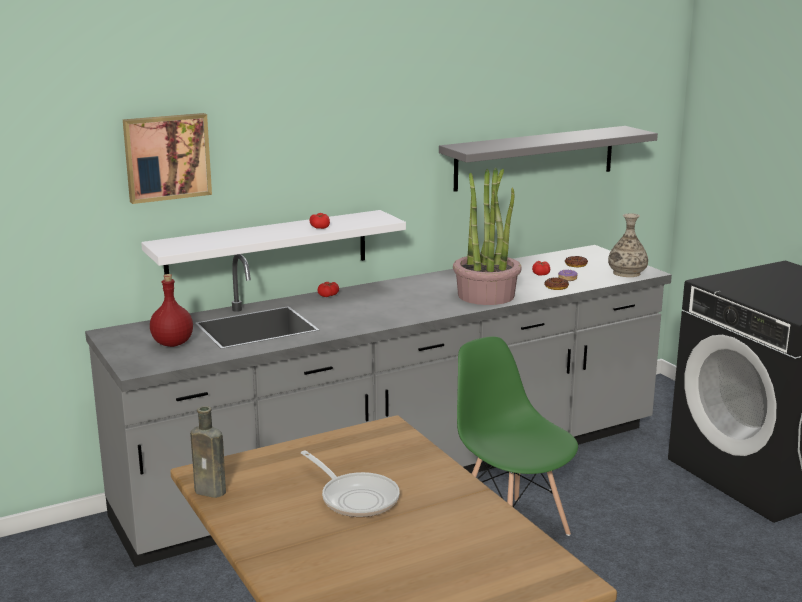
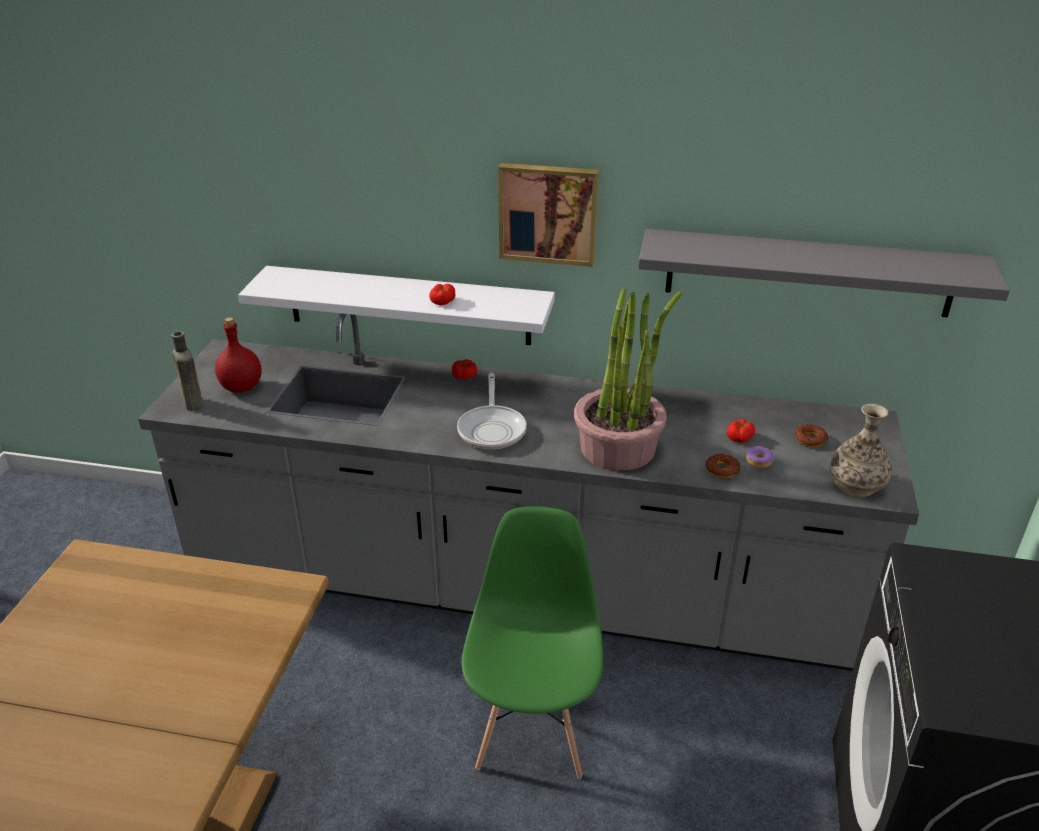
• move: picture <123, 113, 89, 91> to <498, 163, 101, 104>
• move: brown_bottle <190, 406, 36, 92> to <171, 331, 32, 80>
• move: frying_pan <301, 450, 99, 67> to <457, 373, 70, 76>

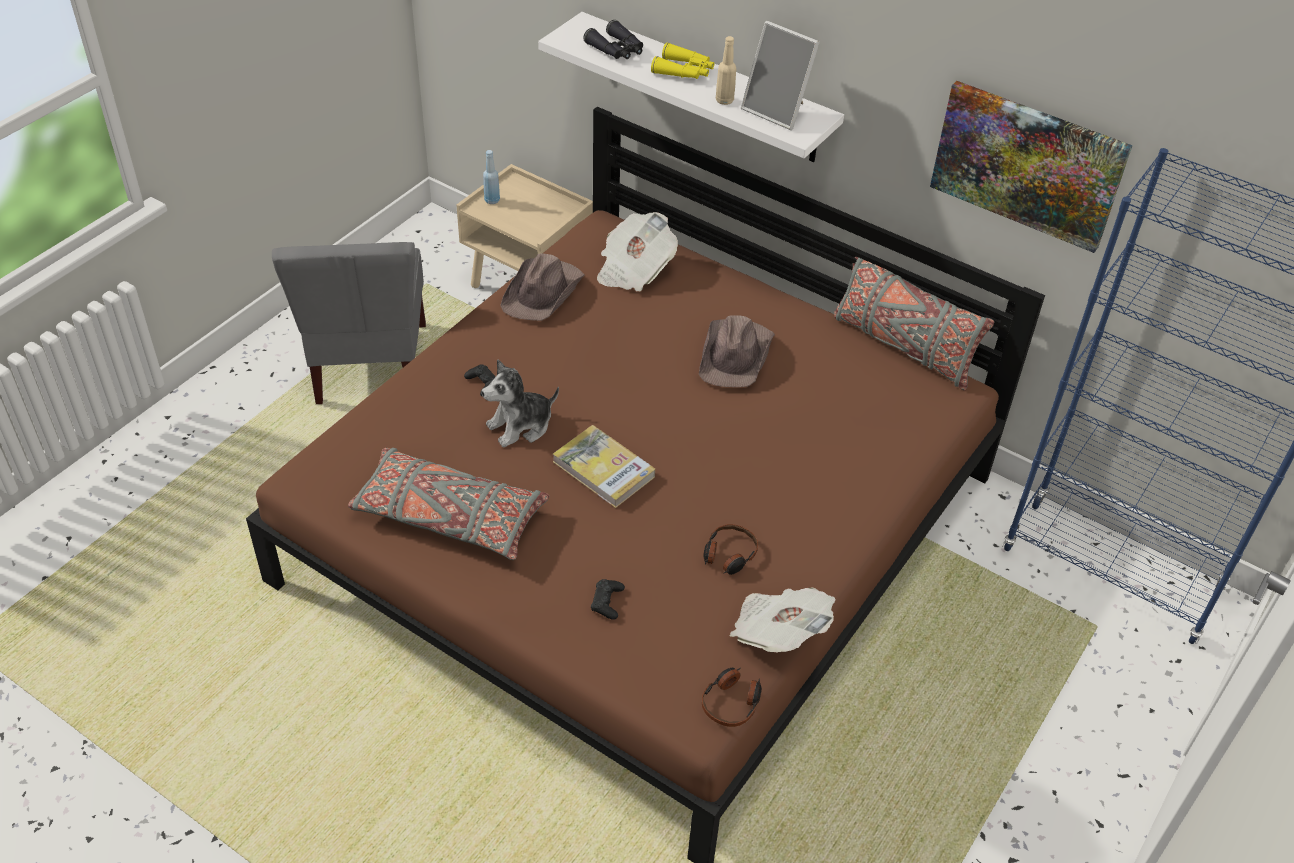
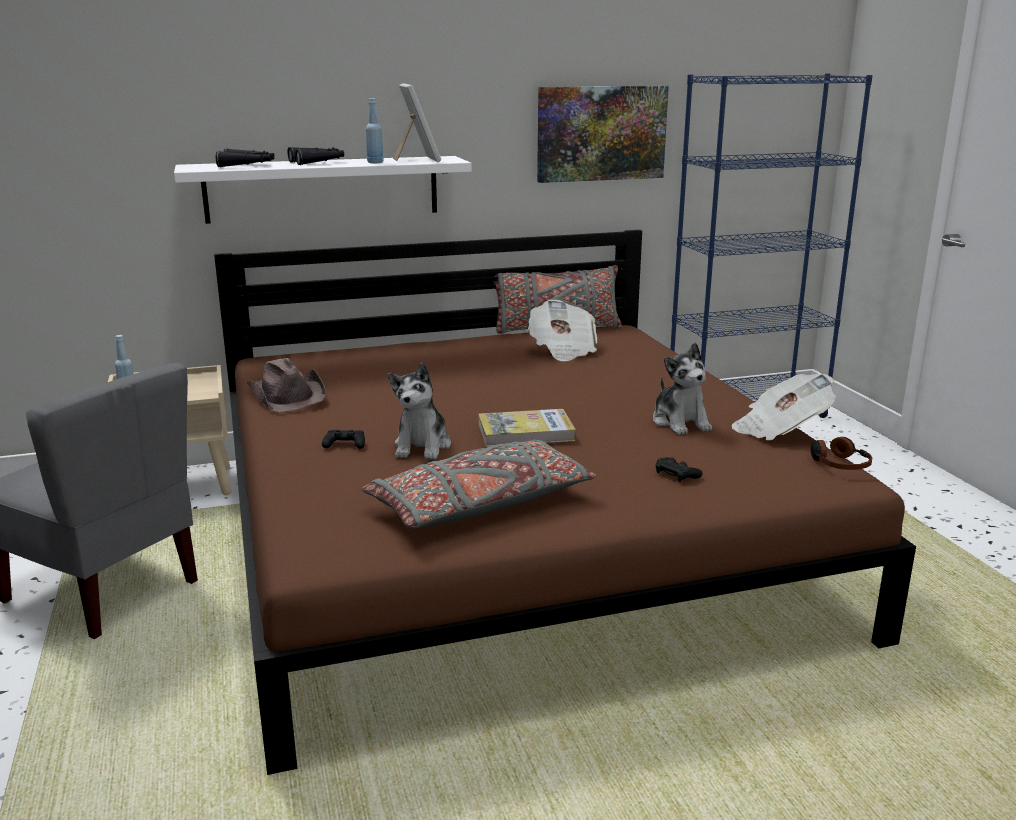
• rotate: picture_frame <741, 21, 79, 109> = <393, 83, 48, 79> 90 degrees counterclockwise
• recolor: beige_bottle <716, 36, 20, 69> to blue_bottle <366, 98, 18, 65>
• recolor: yellow_binoculars <651, 43, 63, 36> to black_binoculars <287, 147, 57, 18>
• move: newspaper <597, 212, 81, 80> to <528, 300, 69, 61>
• delete: brown_hat <699, 315, 76, 72>
• replace: headphones <703, 524, 55, 51> to plush_toy <653, 343, 59, 92>

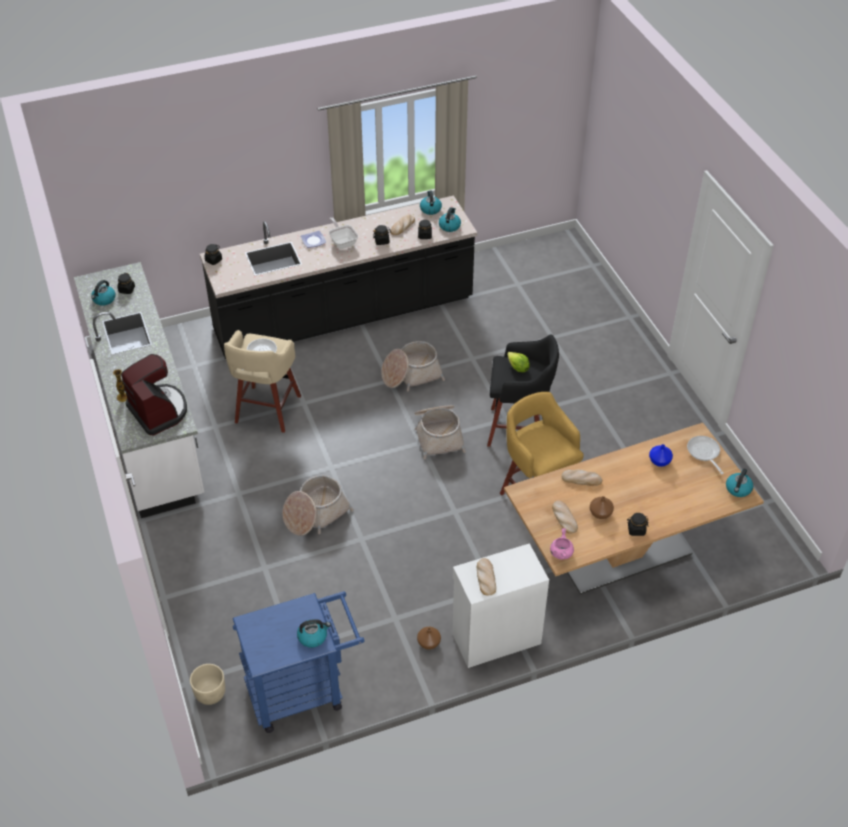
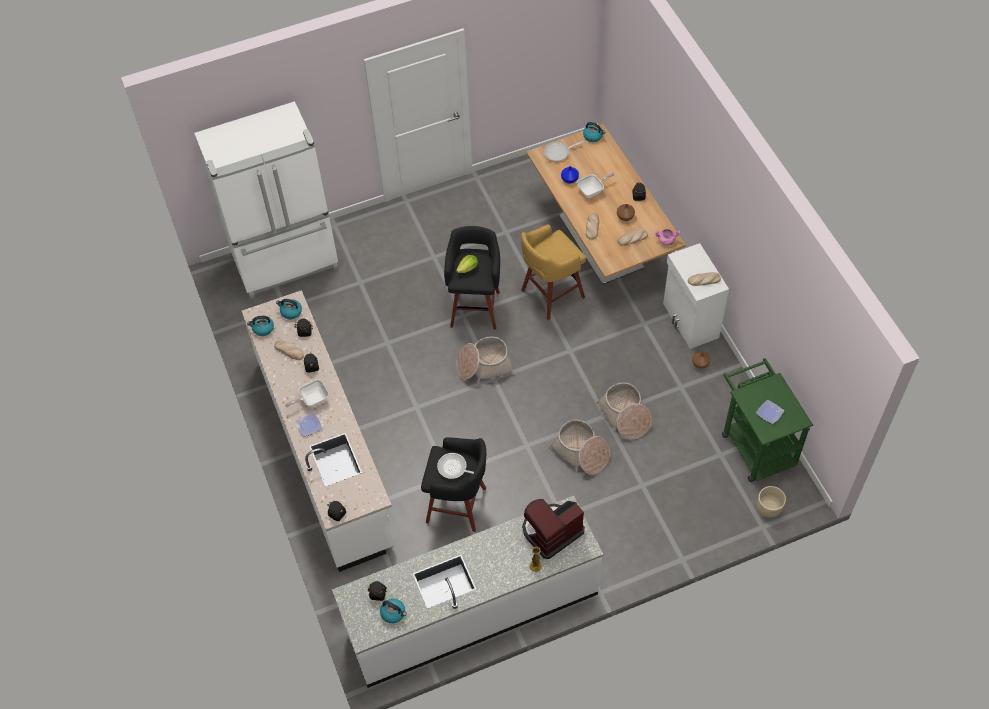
• recolor: black_counter <200, 196, 277, 163> to white_counter <242, 290, 153, 282>
• recolor: beige_stool <224, 330, 77, 103> to black_stool <421, 437, 65, 95>
• move: basket <381, 341, 64, 50> to <596, 382, 55, 58>
• recolor: blue_cart <233, 591, 132, 142> to green_cart <722, 358, 91, 124>
• delete: kettle <297, 619, 34, 29>
• insert: white_fridge <194, 101, 145, 198>
• insert: frying_pan <577, 173, 37, 25>
• insert: plate <756, 400, 28, 24>

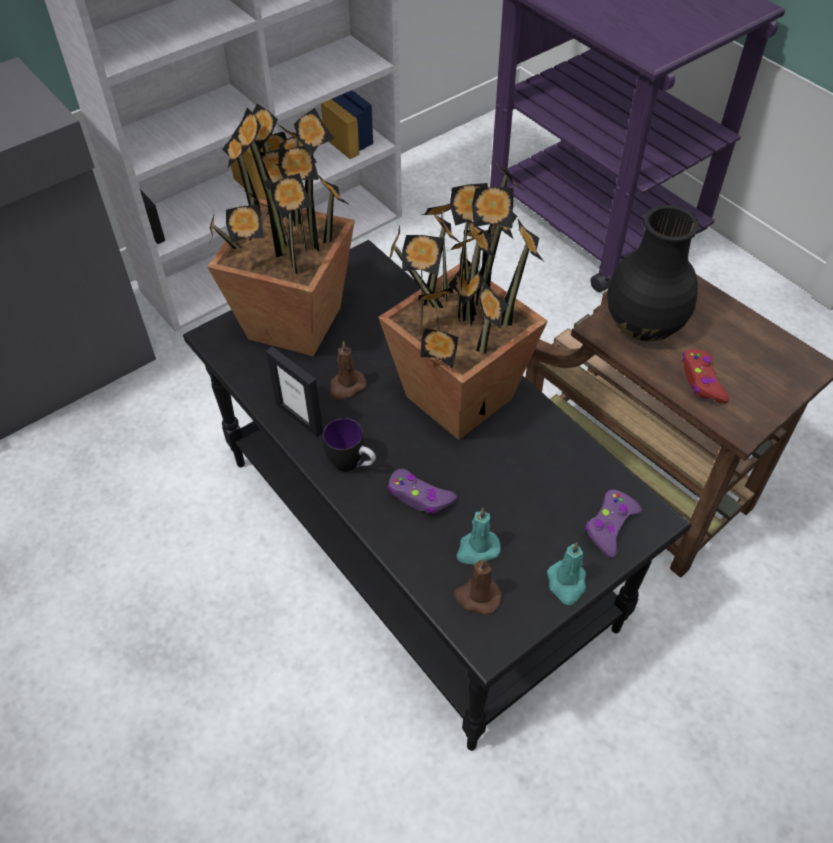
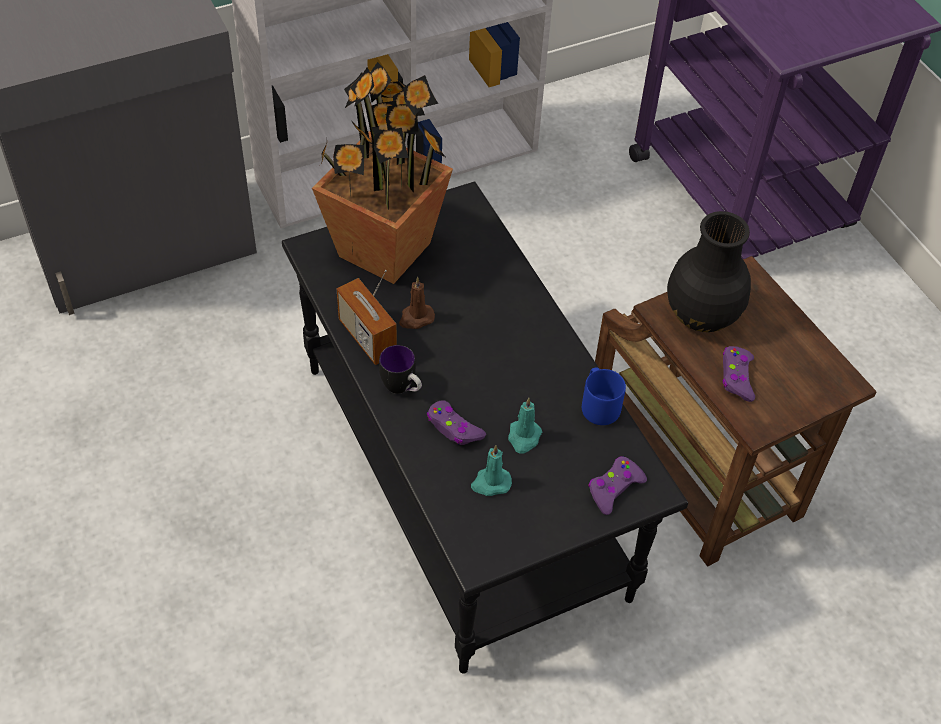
• delete: potted_plant <378, 157, 170, 283>
• replace: picture_frame <266, 346, 57, 91> to radio <336, 270, 61, 95>
• recolor: red_game_controller <682, 349, 47, 55> to purple_game_controller <723, 346, 32, 56>
• move: turquoise_candle <547, 542, 39, 63> to <508, 398, 34, 56>
• delete: brown_candle <454, 558, 48, 57>
• insert: blue_mug <582, 368, 44, 57>

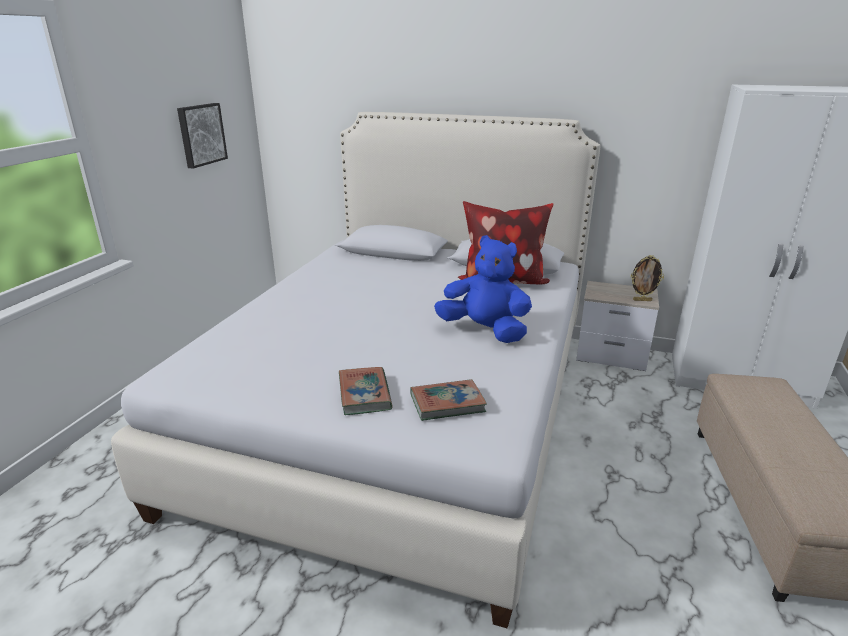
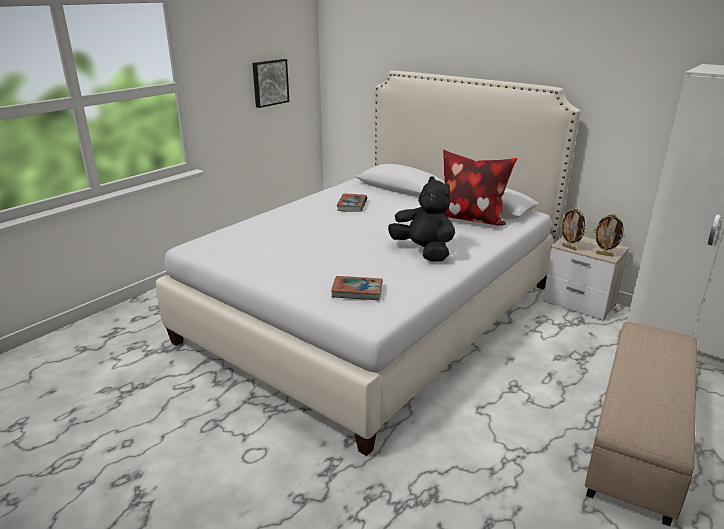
• recolor: blue_plush_toy <434, 235, 98, 108> to black_plush_toy <388, 177, 67, 85>
• move: book <339, 367, 54, 48> to <336, 193, 31, 19>
• insert: picture_frame <560, 208, 26, 43>

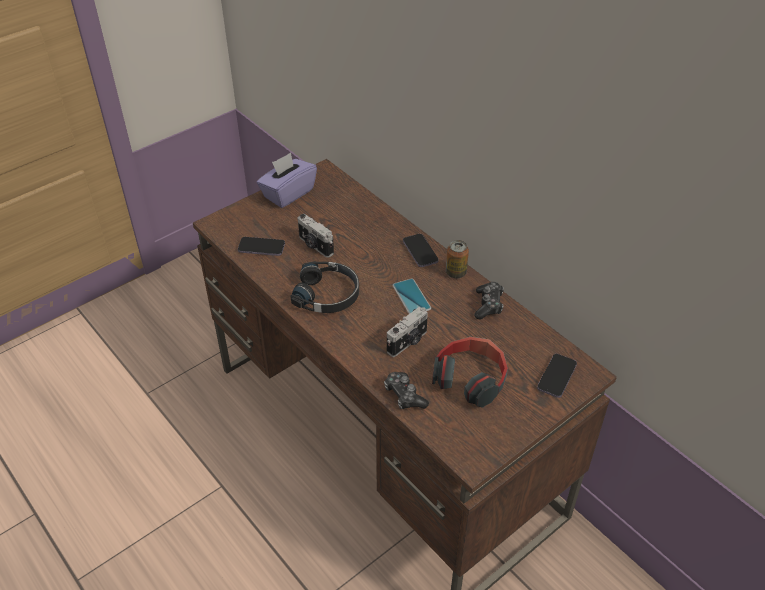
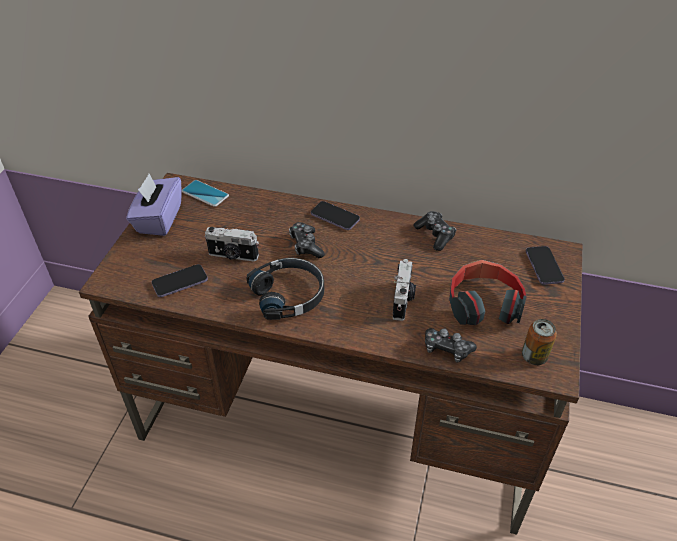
• move: can <446, 240, 23, 38> to <522, 319, 35, 46>
• move: phone <393, 279, 38, 35> to <182, 180, 47, 27>
• insert: game_controller <289, 222, 36, 36>

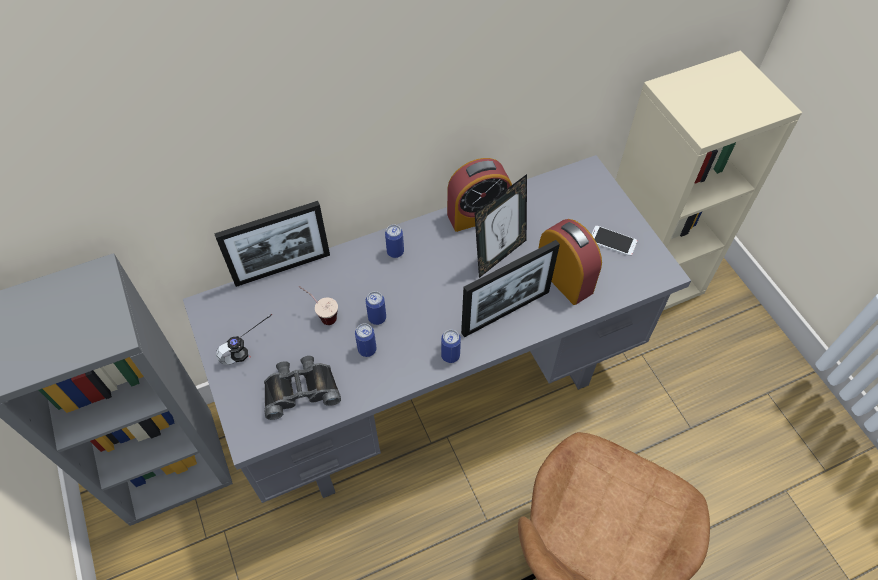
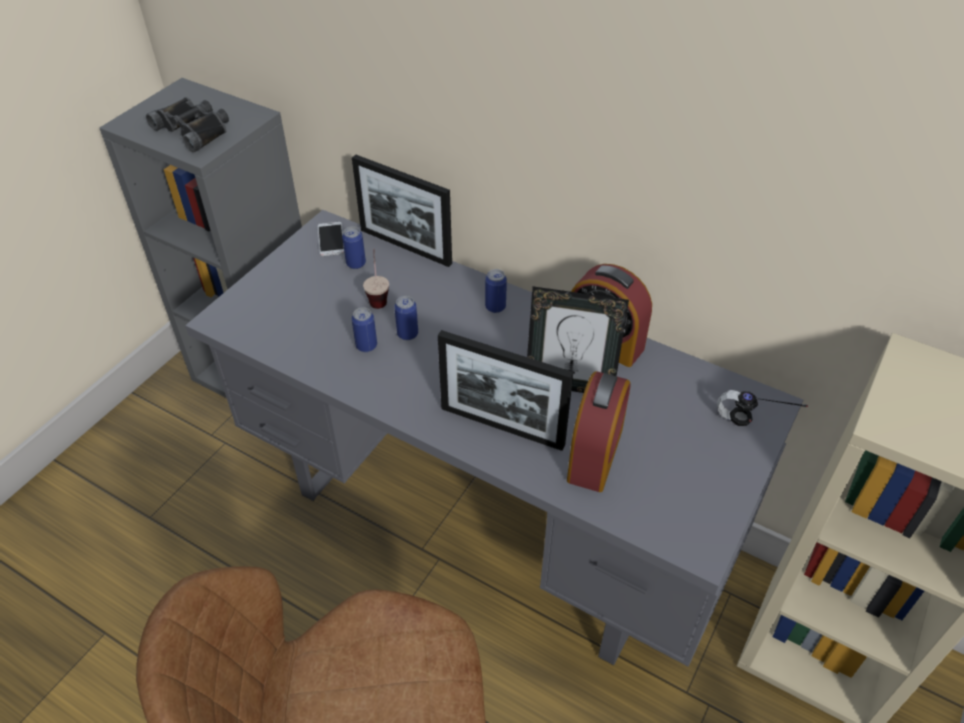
• move: phone <591, 226, 47, 30> to <318, 222, 26, 34>
• move: headphones <216, 314, 56, 51> to <717, 390, 91, 36>
• move: can <441, 330, 20, 33> to <342, 226, 24, 43>
• move: black_binoculars <264, 356, 77, 64> to <146, 97, 83, 55>

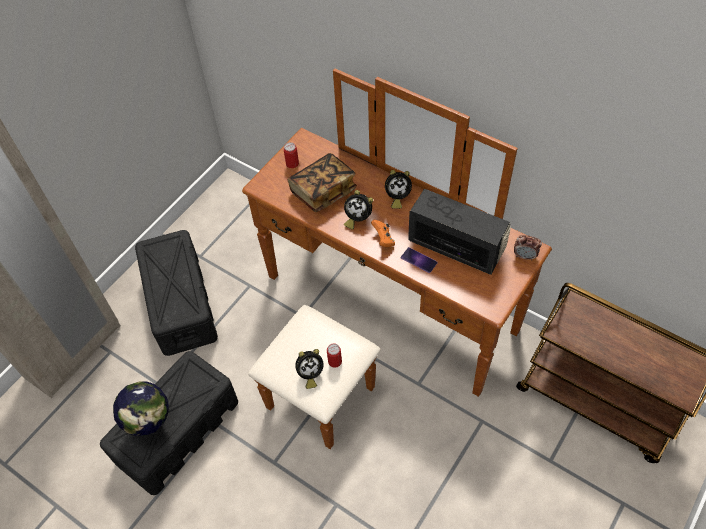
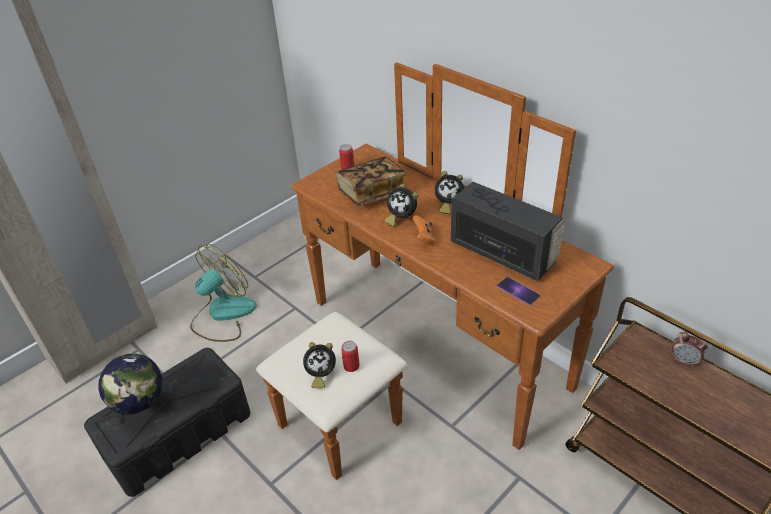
• replace: black_storage_box <135, 230, 83, 126> to fan <190, 244, 67, 98>
• move: alarm_clock <514, 235, 28, 26> to <672, 332, 37, 35>
• move: phone <401, 247, 36, 26> to <497, 277, 43, 28>

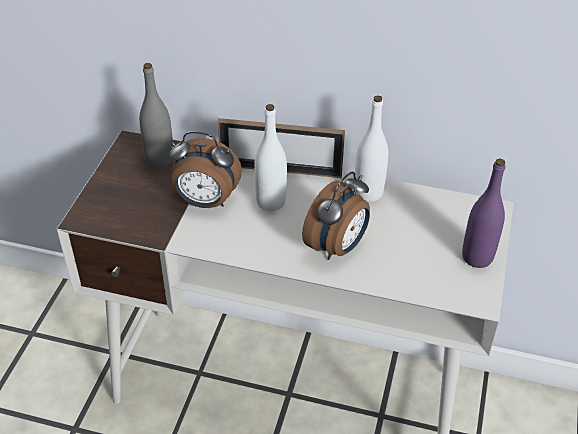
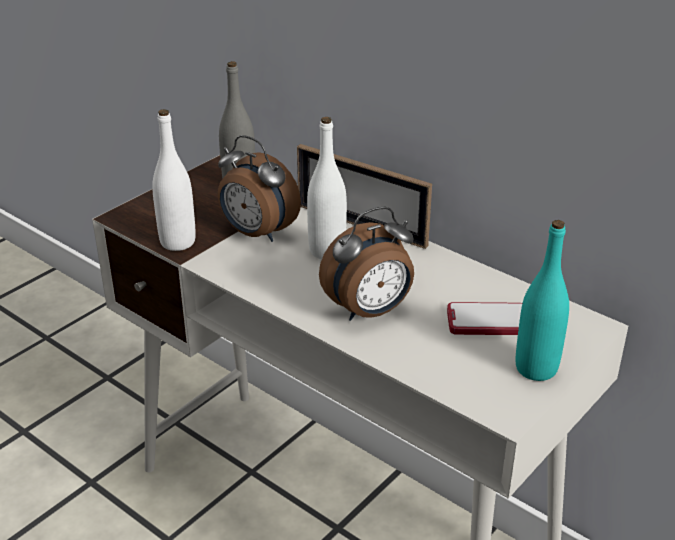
• move: white_bottle <355, 96, 33, 106> to <152, 109, 44, 142>
• recolor: purple_bottle <462, 159, 43, 109> to turquoise_bottle <516, 220, 53, 161>
• insert: phone <447, 302, 75, 33>

